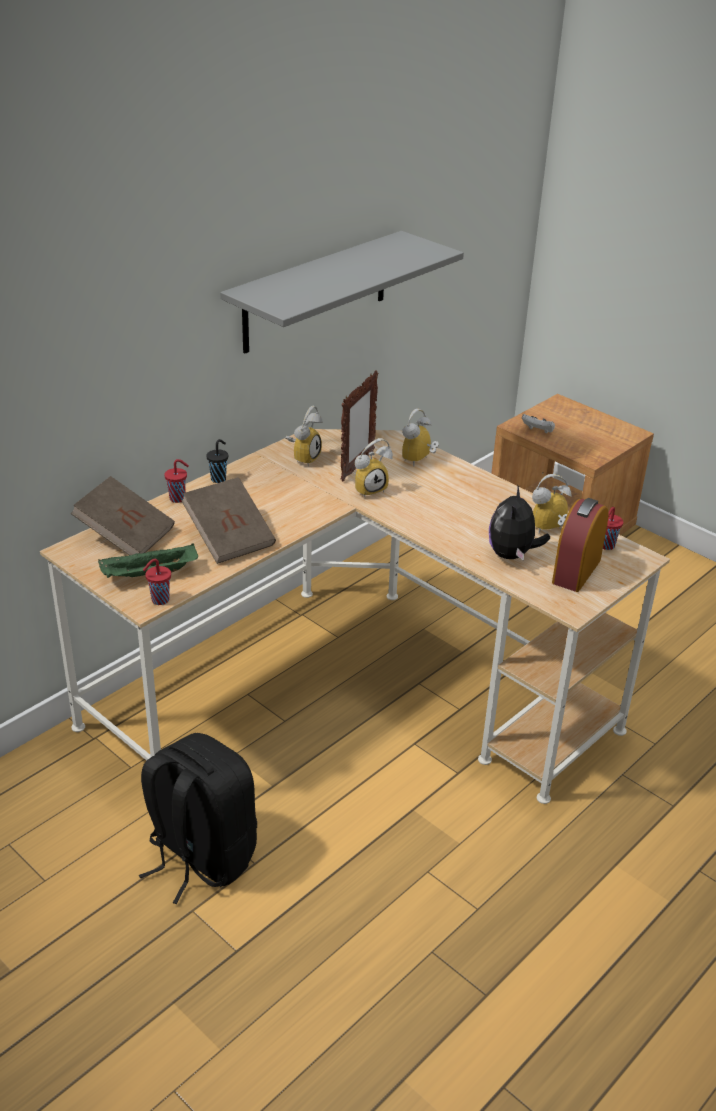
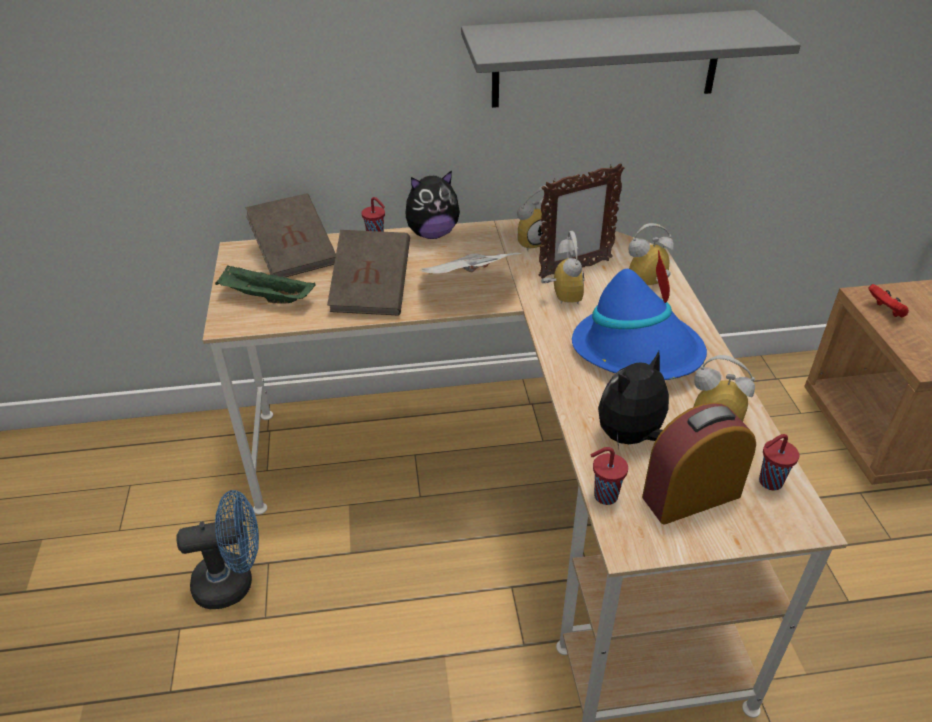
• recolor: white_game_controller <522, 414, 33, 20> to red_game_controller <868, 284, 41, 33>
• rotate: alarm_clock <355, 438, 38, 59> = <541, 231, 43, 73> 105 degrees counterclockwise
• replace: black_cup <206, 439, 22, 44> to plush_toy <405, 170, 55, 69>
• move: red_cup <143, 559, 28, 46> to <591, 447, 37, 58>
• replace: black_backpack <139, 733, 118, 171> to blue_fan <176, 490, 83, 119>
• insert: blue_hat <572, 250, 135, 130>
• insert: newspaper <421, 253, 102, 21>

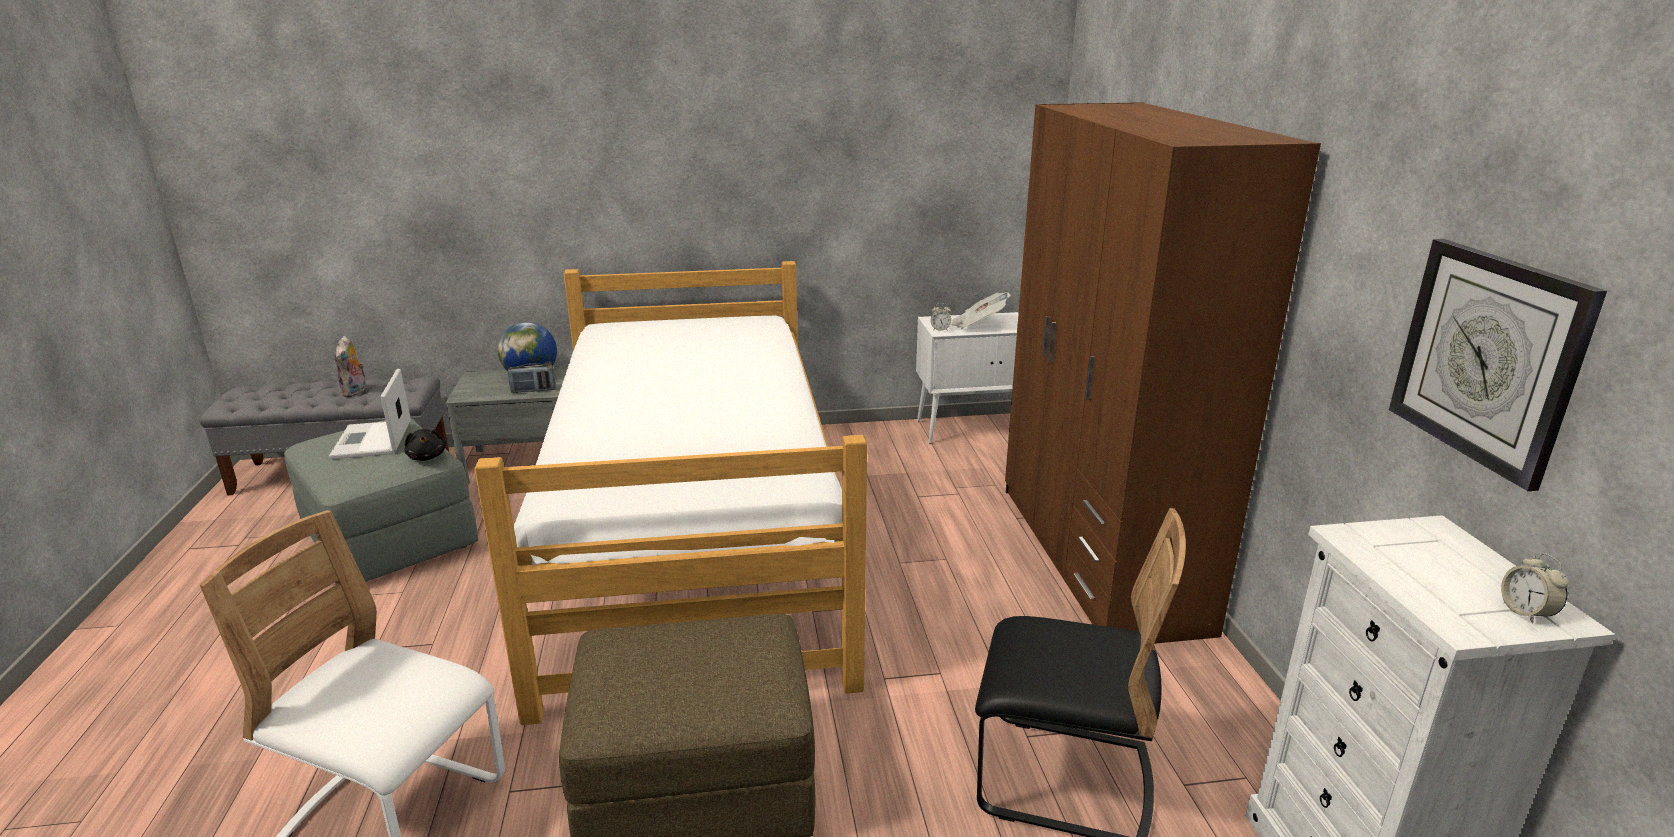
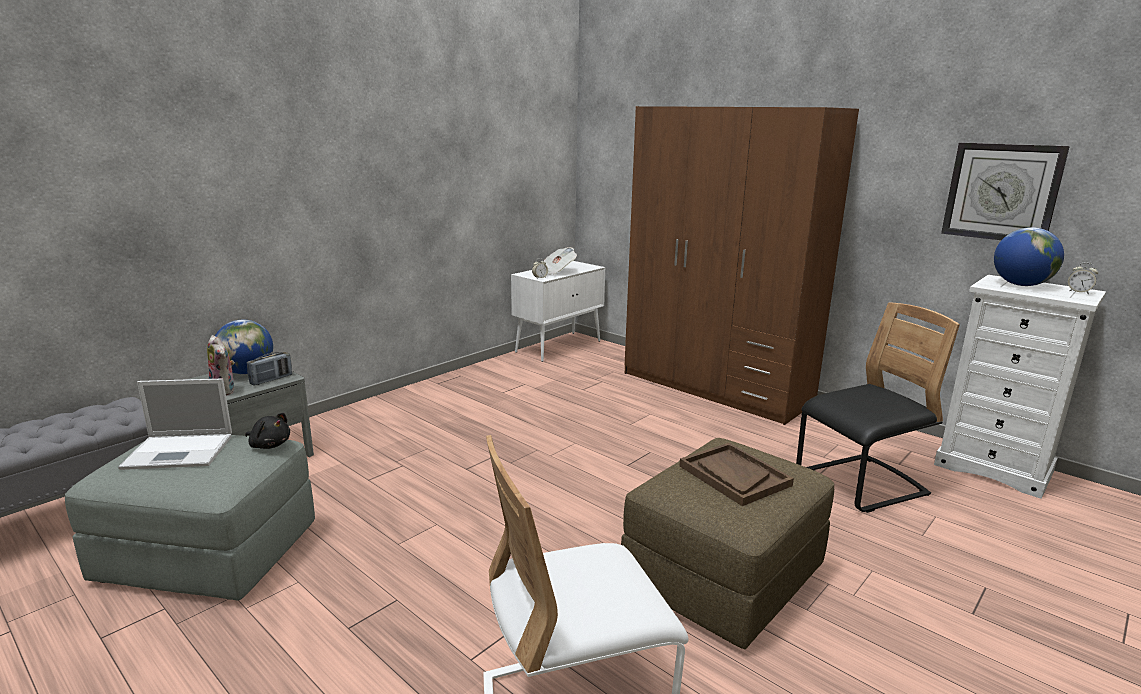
• delete: bed <474, 261, 393, 464>
• move: plush_toy <335, 336, 31, 61> to <207, 335, 28, 61>
• rotate: laptop <329, 369, 82, 90> = <118, 379, 114, 91> 45 degrees counterclockwise
• insert: globe <994, 227, 70, 59>
• insert: brown_tray <679, 443, 115, 63>

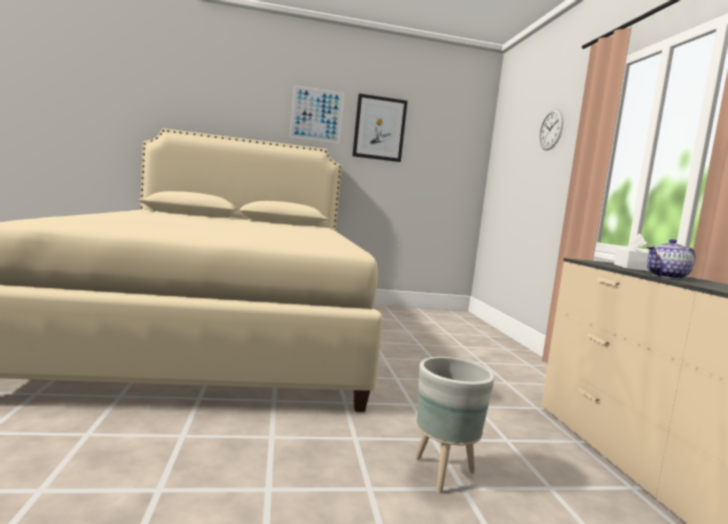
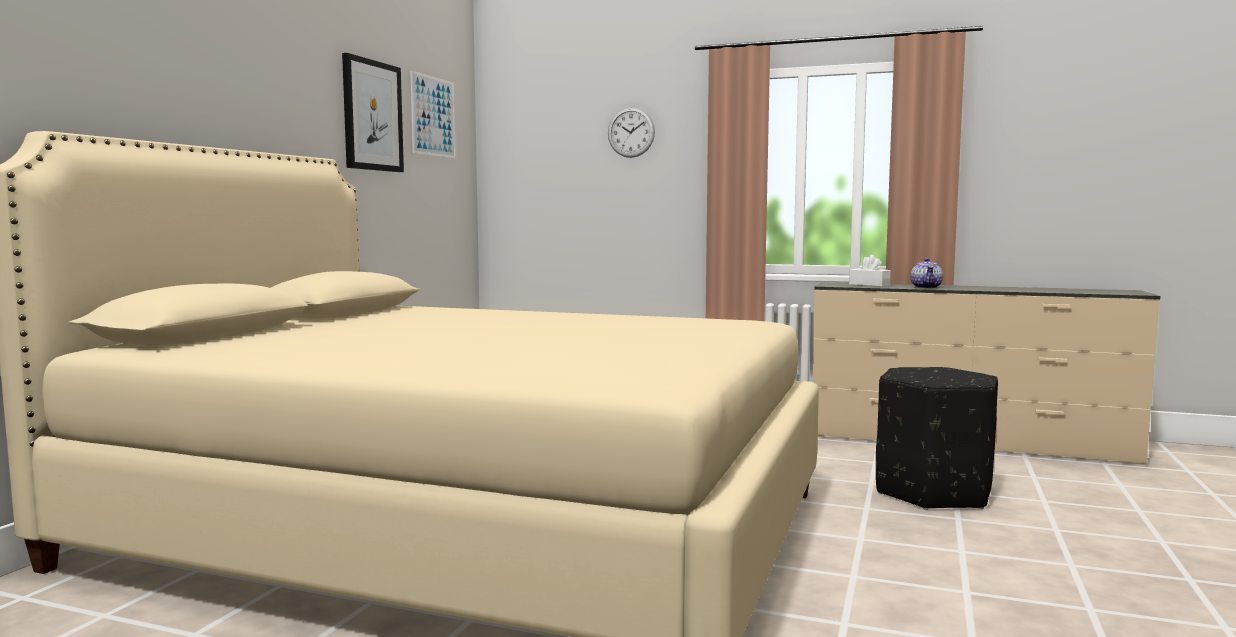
• move: picture <290, 85, 54, 59> to <410, 71, 46, 88>
• replace: grey_planter <415, 357, 80, 136> to black_ottoman <876, 367, 122, 143>

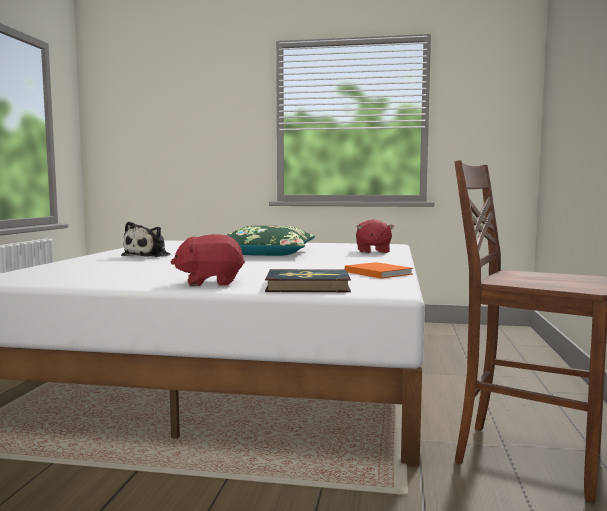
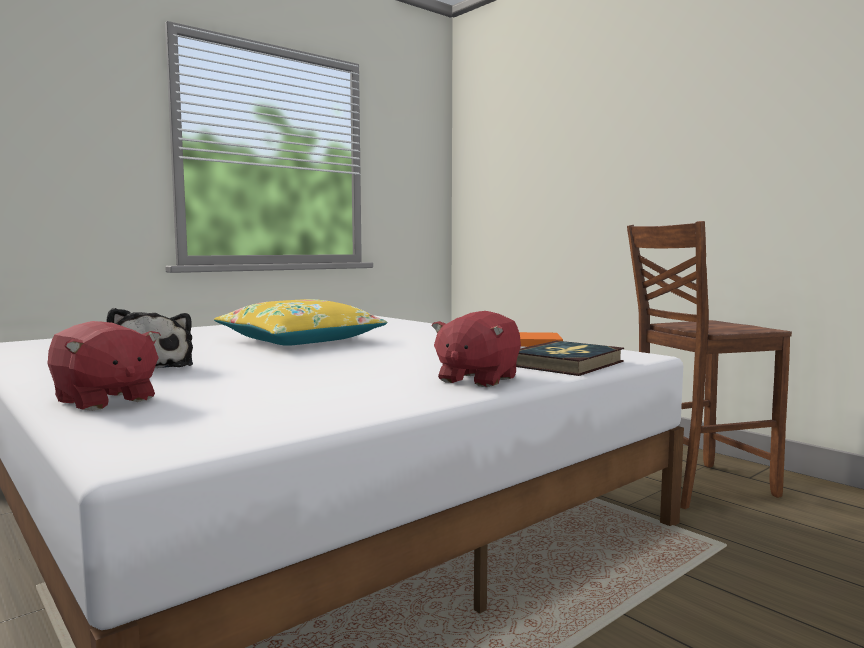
• move: red_plush_toy <356, 219, 38, 34> to <47, 321, 114, 90>
• recolor: green_pillow <228, 226, 87, 30> to yellow_pillow <214, 299, 173, 47>

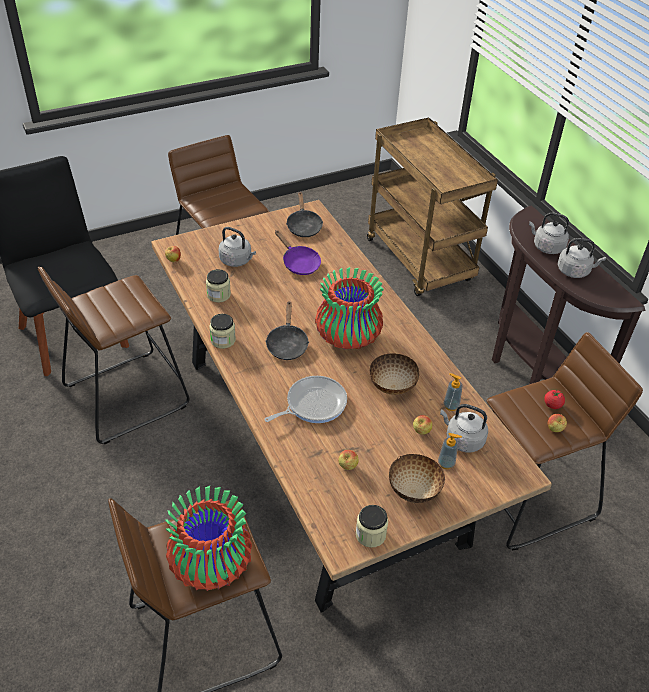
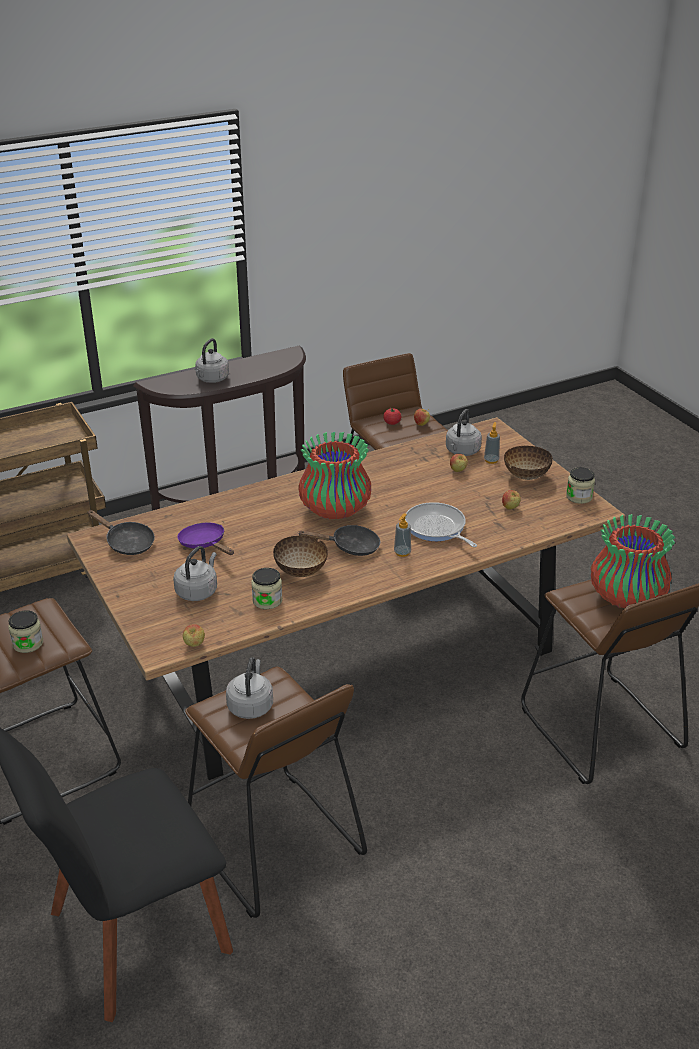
• rotate: black_frying_pan <286, 192, 37, 45> = <87, 510, 68, 45> 45 degrees clockwise
• rotate: purple_frying_pan <275, 230, 46, 45> = <177, 522, 57, 33> 90 degrees counterclockwise
• move: grey_kettle <558, 238, 48, 40> to <226, 657, 47, 62>
• move: jar <209, 314, 27, 35> to <9, 610, 34, 43>
• move: bowl <369, 353, 50, 42> to <273, 536, 55, 41>
• move: soap_dispenser <444, 373, 19, 38> to <394, 513, 17, 44>

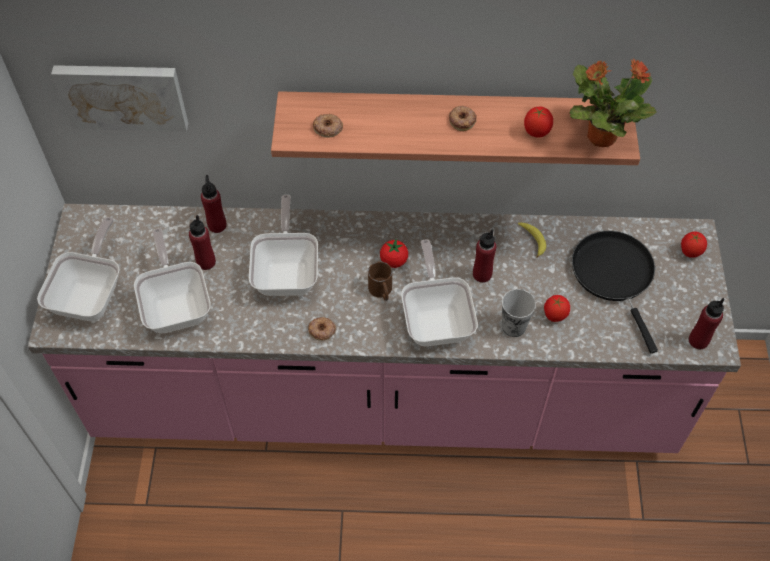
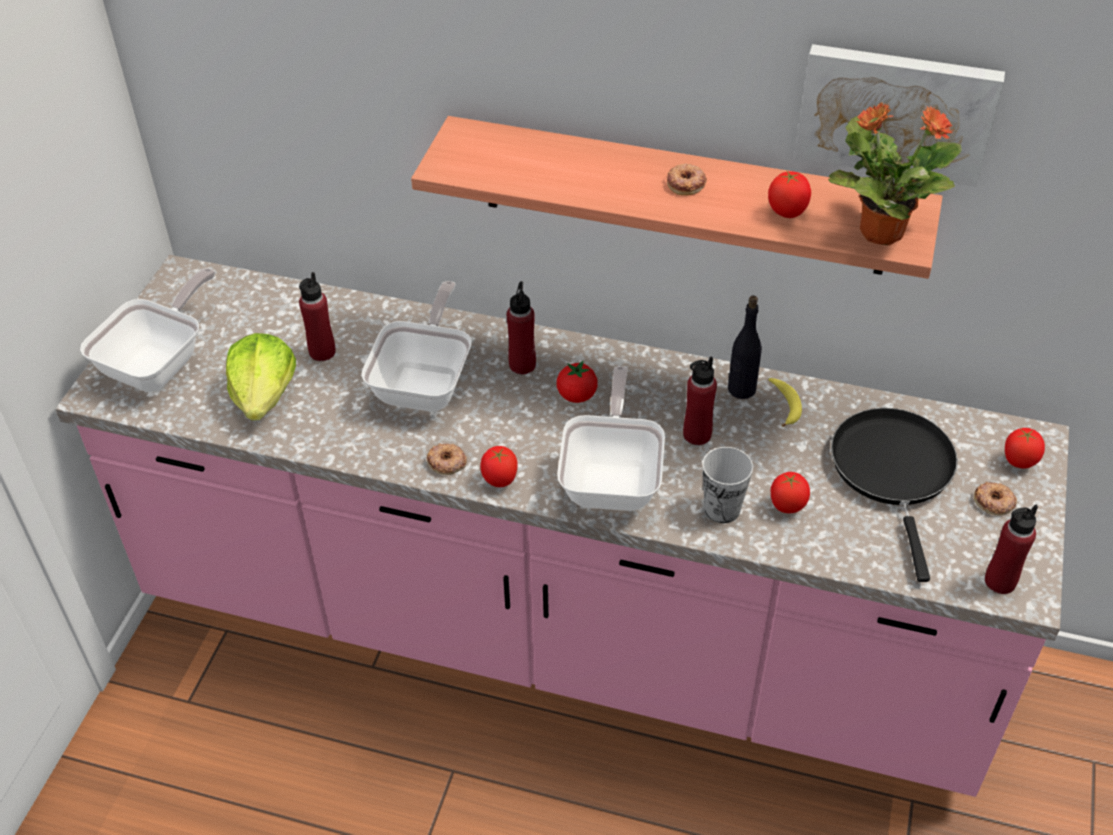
• move: picture <51, 65, 137, 67> to <795, 44, 210, 143>
• move: donut <313, 114, 30, 24> to <974, 482, 43, 33>
• move: red_bottle <201, 175, 26, 58> to <507, 281, 29, 93>
• replace: frying_pan <134, 228, 77, 105> to lettuce <226, 333, 70, 88>
• delete: brown_mug <368, 262, 24, 39>
• insert: black_bottle <728, 296, 34, 103>
• insert: tomato <480, 446, 37, 41>

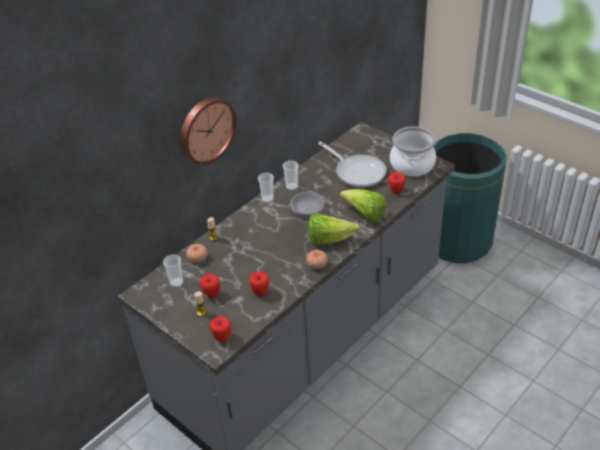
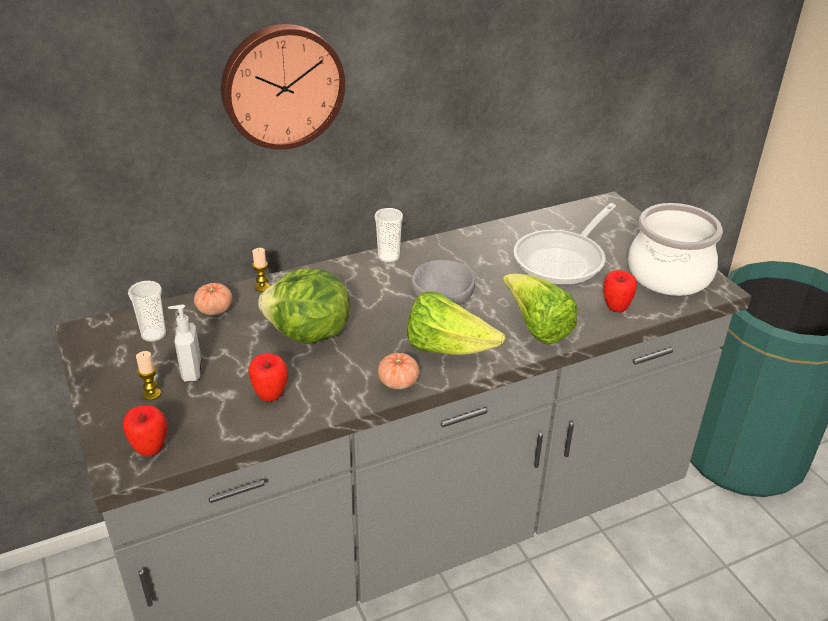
• rotate: frying_pan <318, 141, 68, 47> = <513, 203, 103, 82> 60 degrees clockwise
• delete: cup <283, 161, 15, 29>
• replace: apple <200, 274, 20, 24> to soap_dispenser <168, 305, 34, 77>
• insert: lettuce <258, 268, 92, 76>

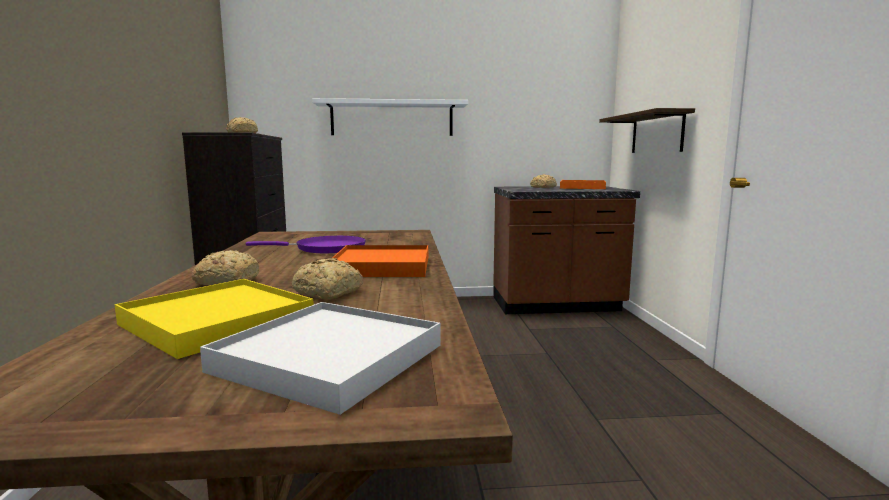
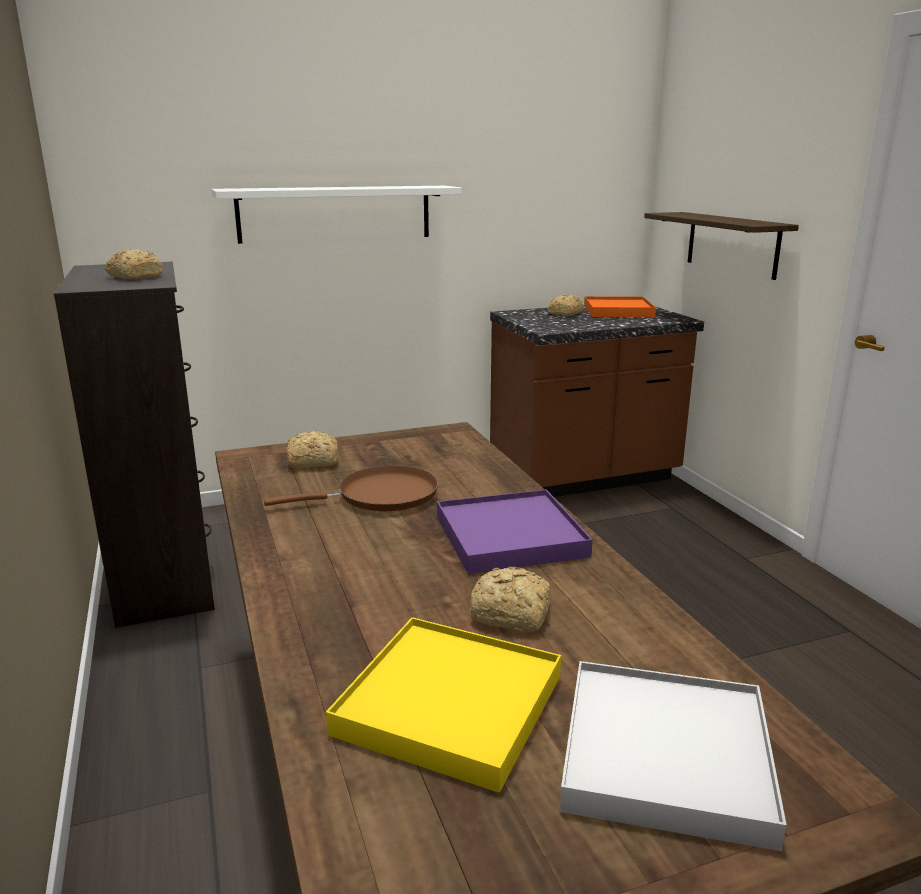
• recolor: purple_frying_pan <246, 236, 120, 17> to brown_frying_pan <264, 465, 174, 46>
• recolor: orange_tray <331, 245, 97, 32> to purple_tray <437, 489, 156, 85>
• move: bread <192, 250, 67, 35> to <286, 431, 52, 37>

